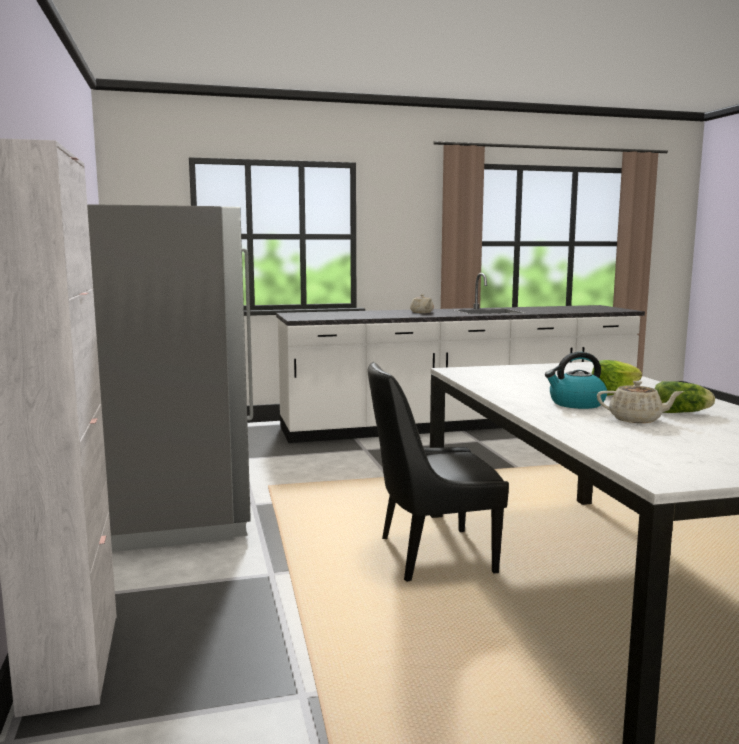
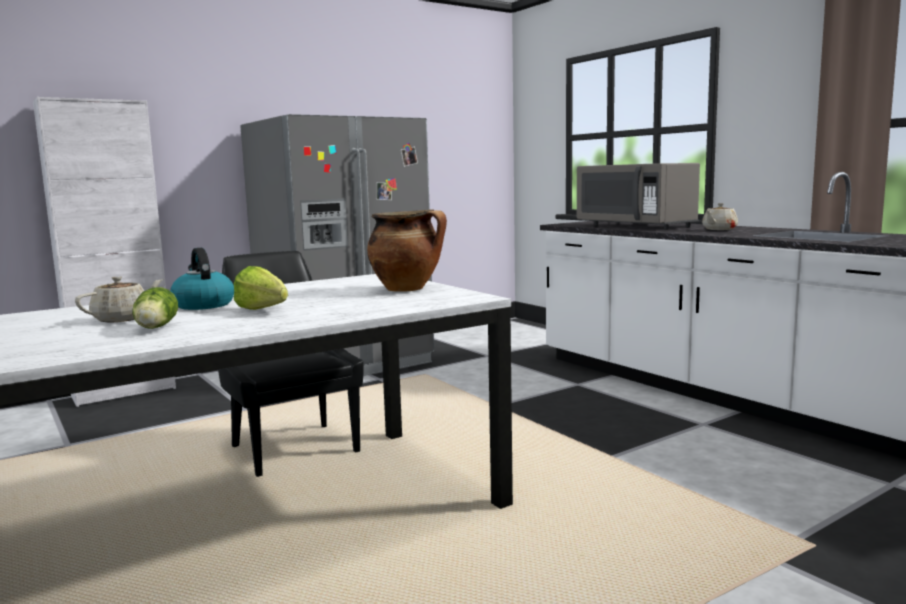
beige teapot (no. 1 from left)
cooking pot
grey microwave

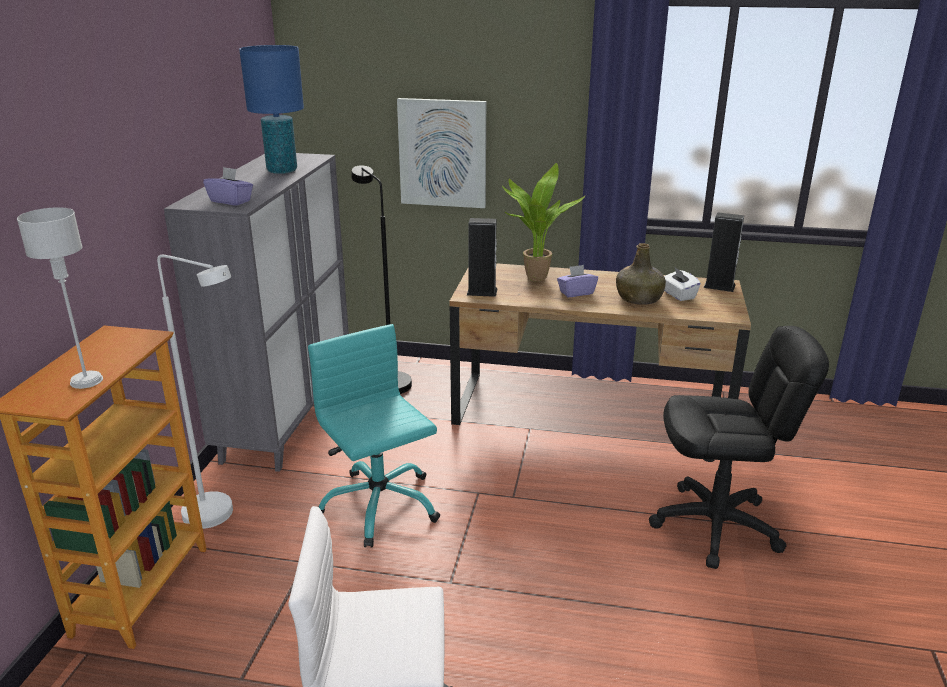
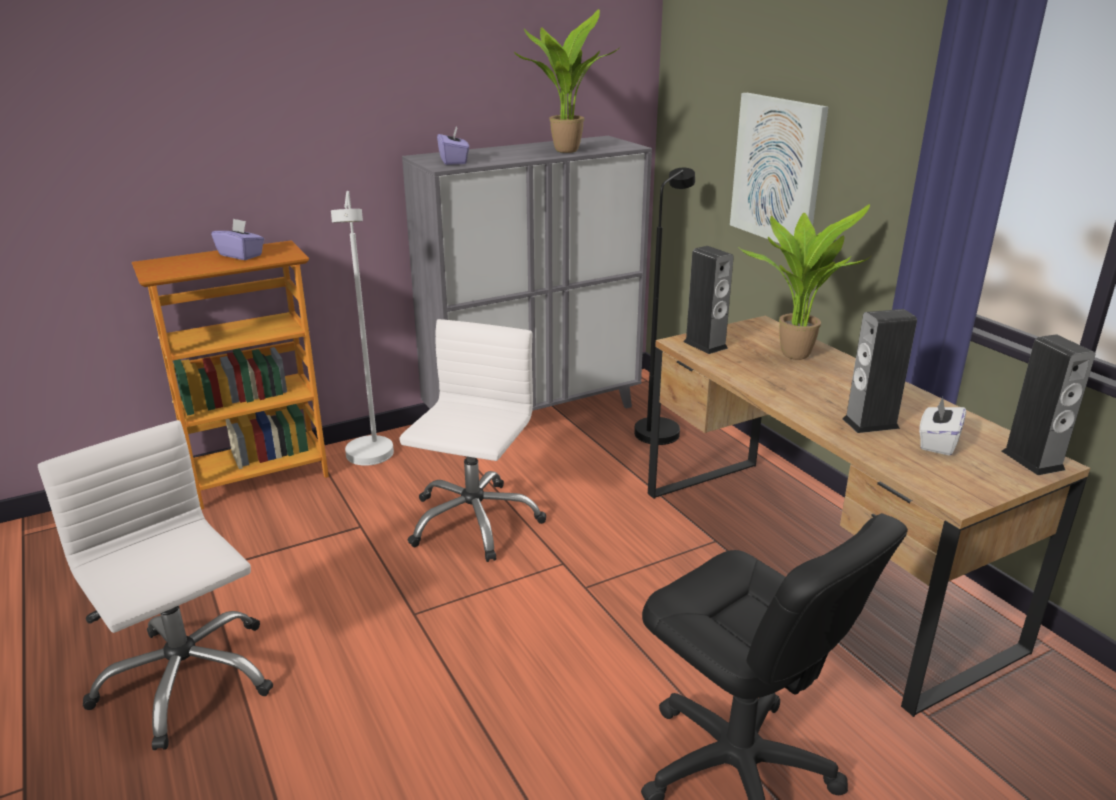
grey table lamp
potted plant (no. 1 from left)
white office chair (no. 2 from left)
purple tissue box (no. 1 from left)
speaker (no. 2 from left)

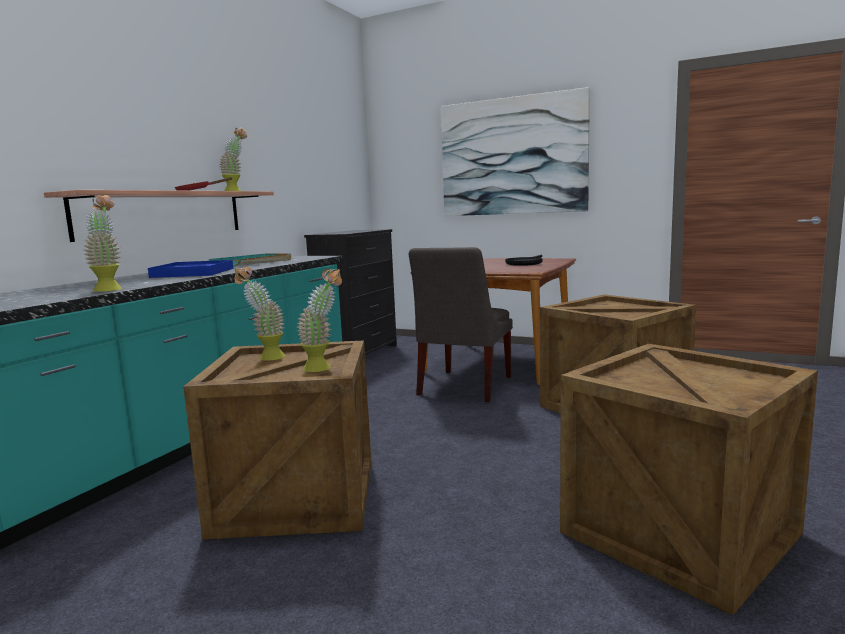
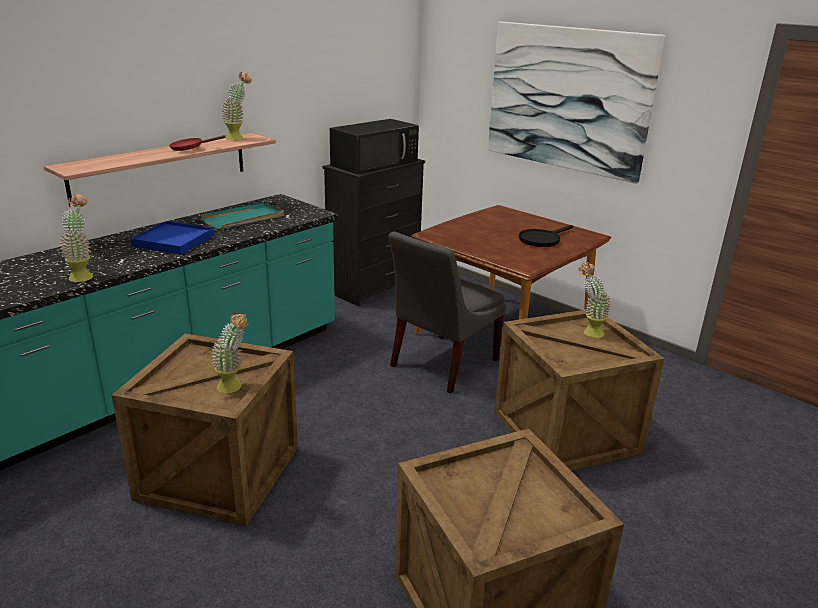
potted plant (no. 4 from left)
black microwave

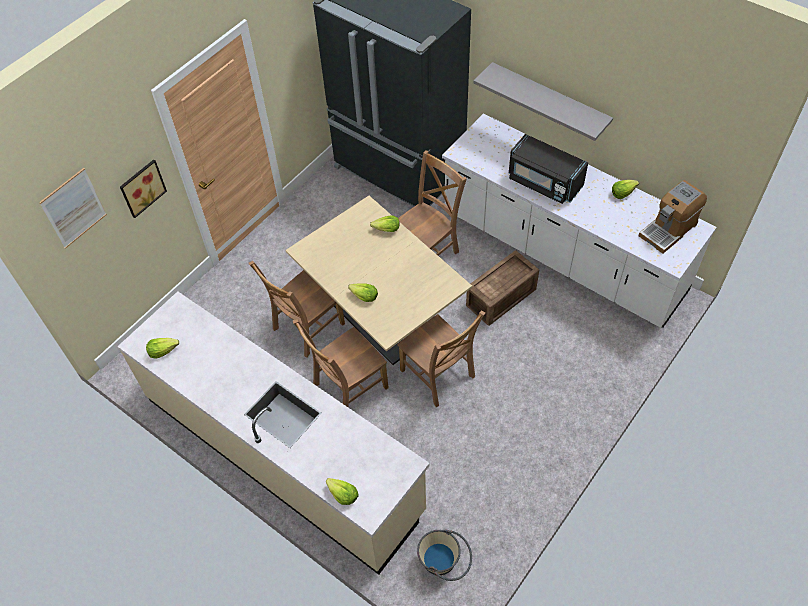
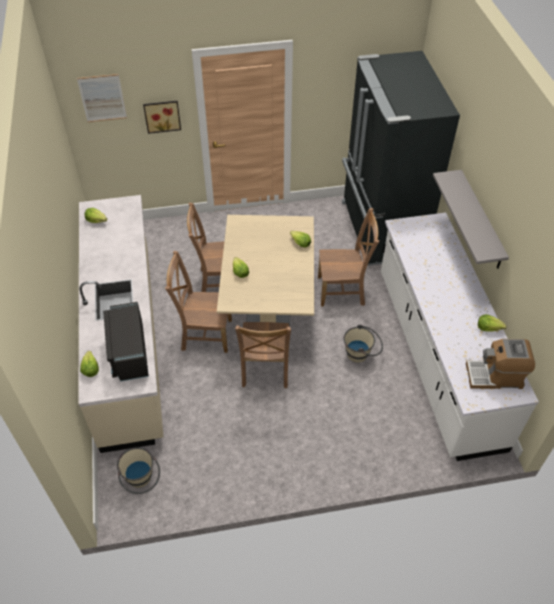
beige bucket (no. 2 from left)
black microwave

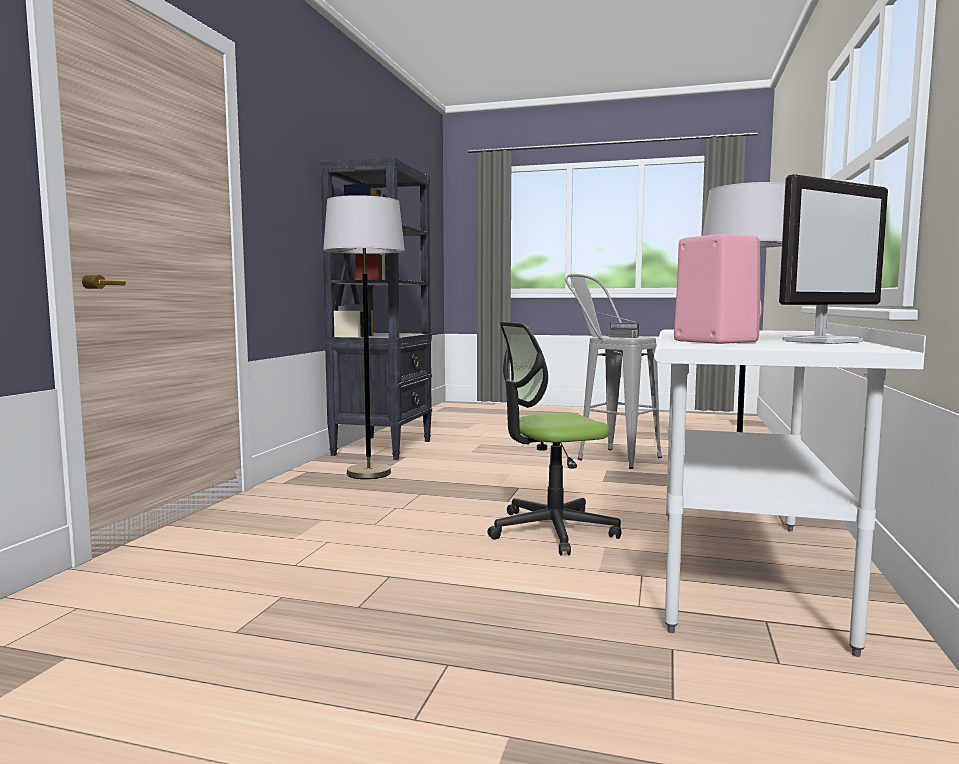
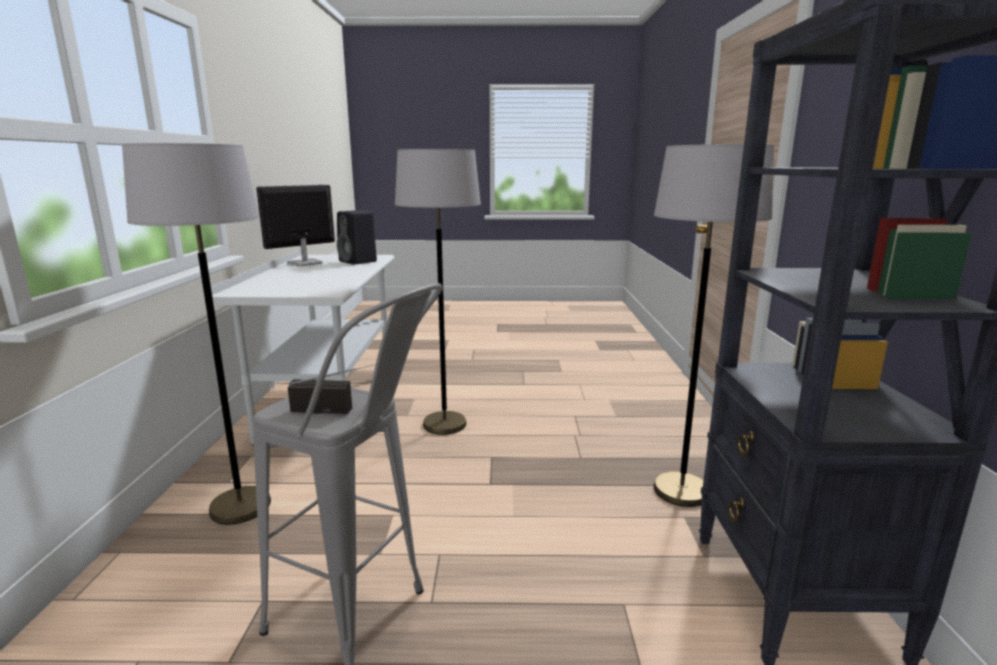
grey floor lamp (no. 2 from left)
black speaker

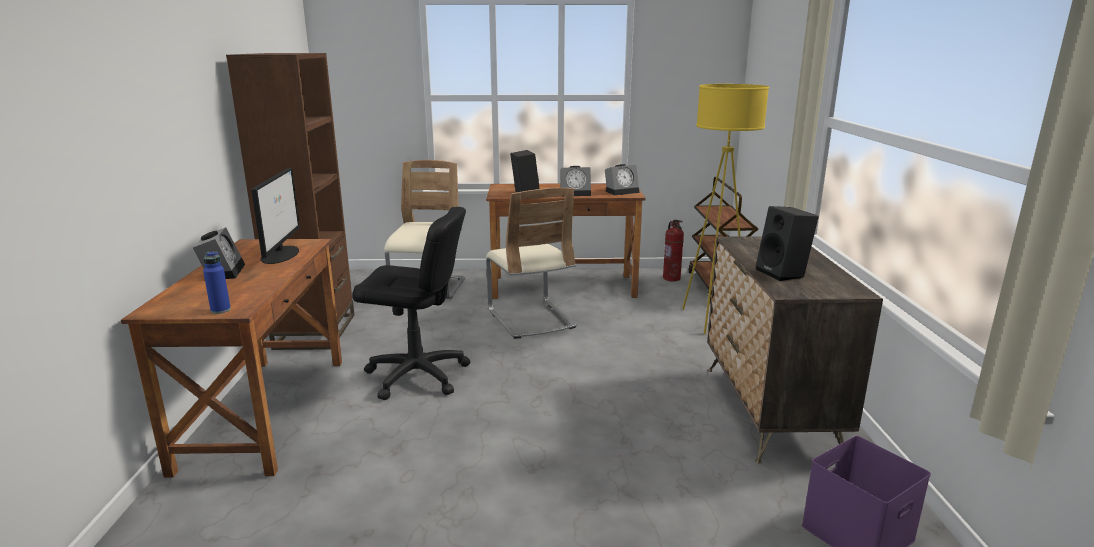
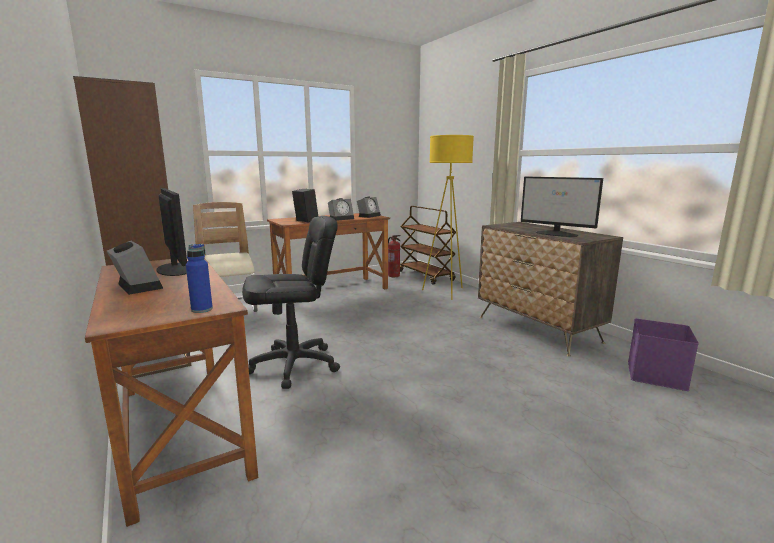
beige chair (no. 2 from left in the first image)
monitor (no. 2 from left)

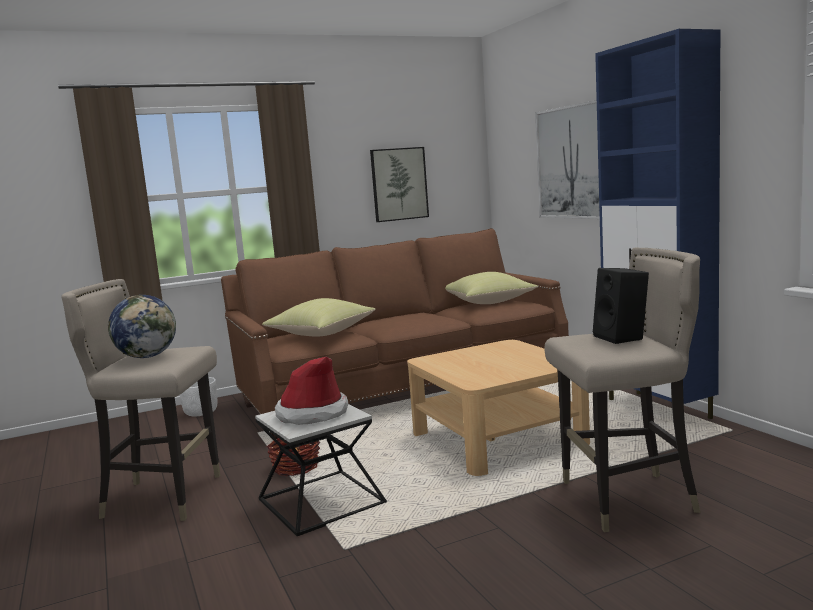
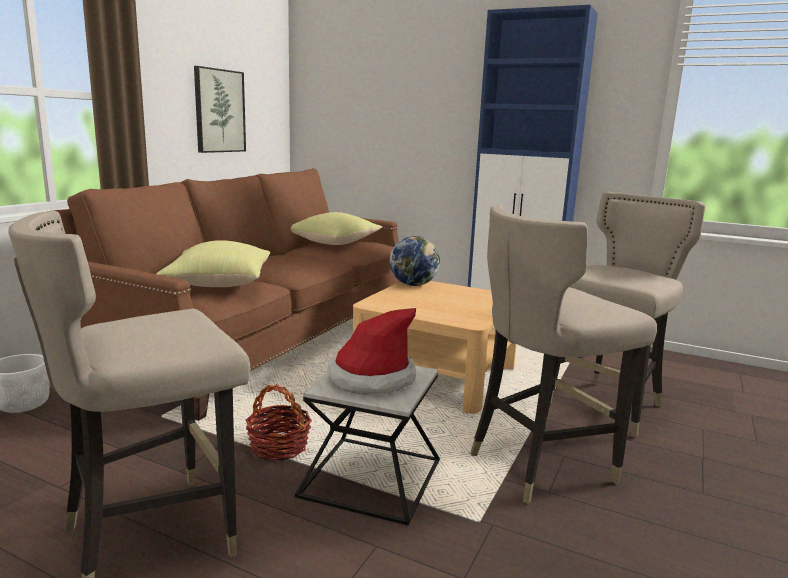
globe
picture (no. 2 from left in the first image)
black speaker
beige stool (no. 2 from left)

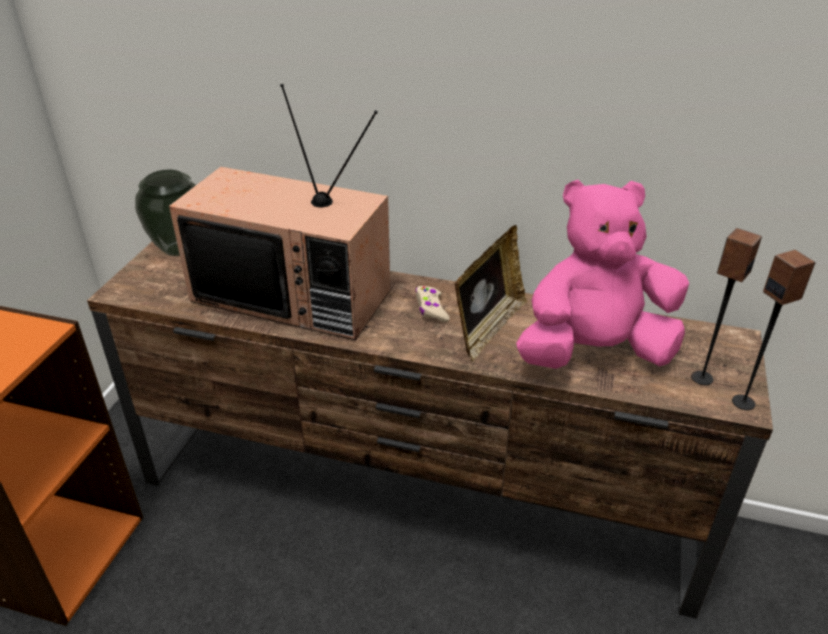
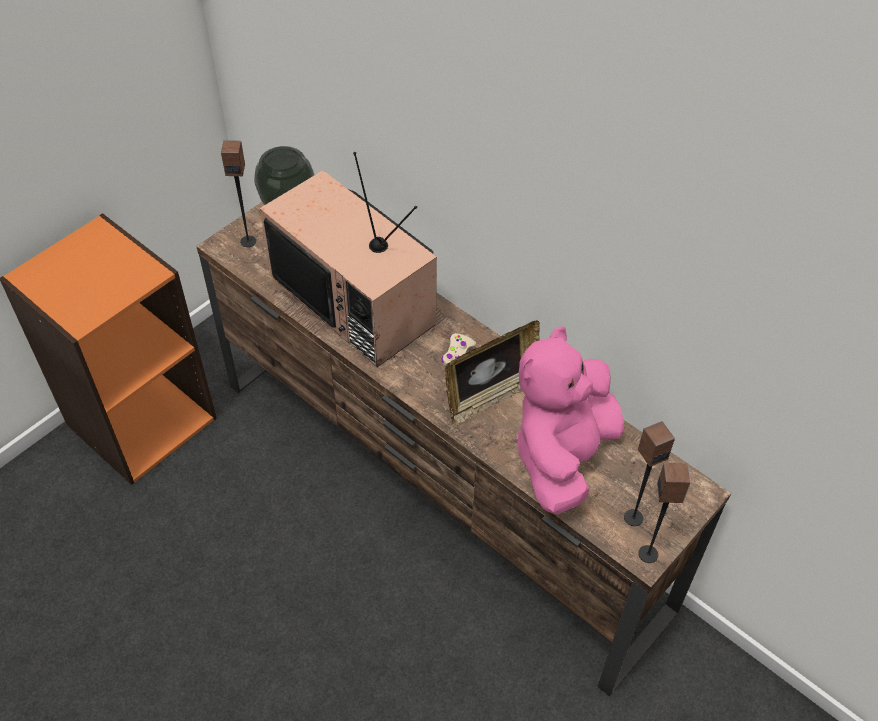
pink plush toy
speaker (no. 1 from left)

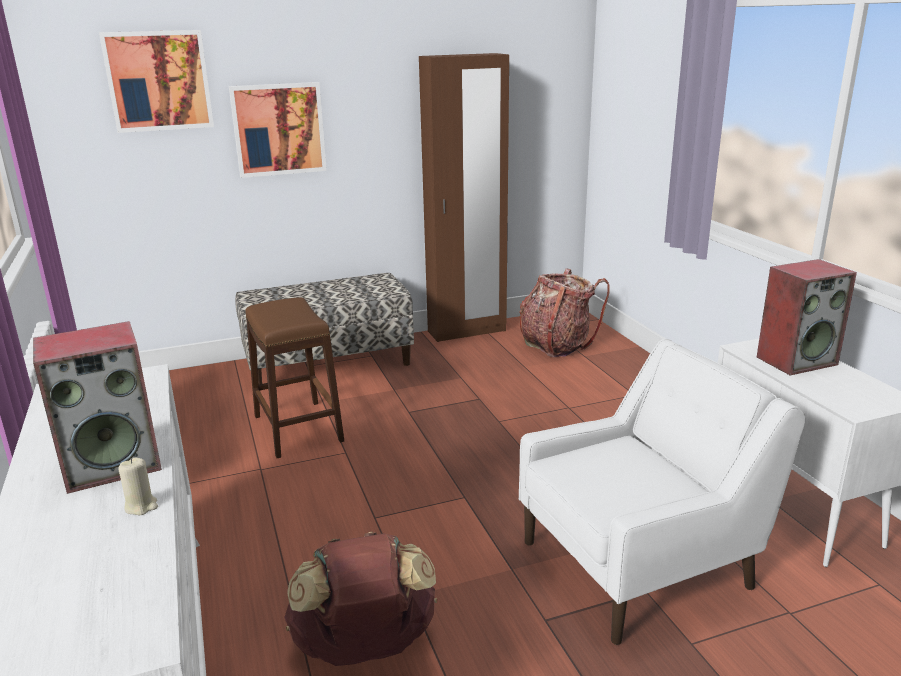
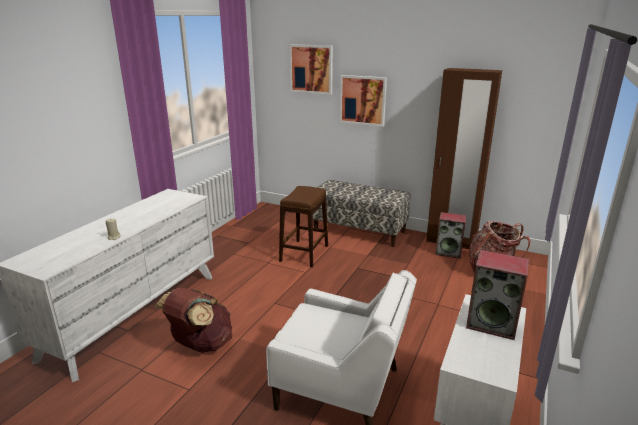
speaker (no. 1 from left)

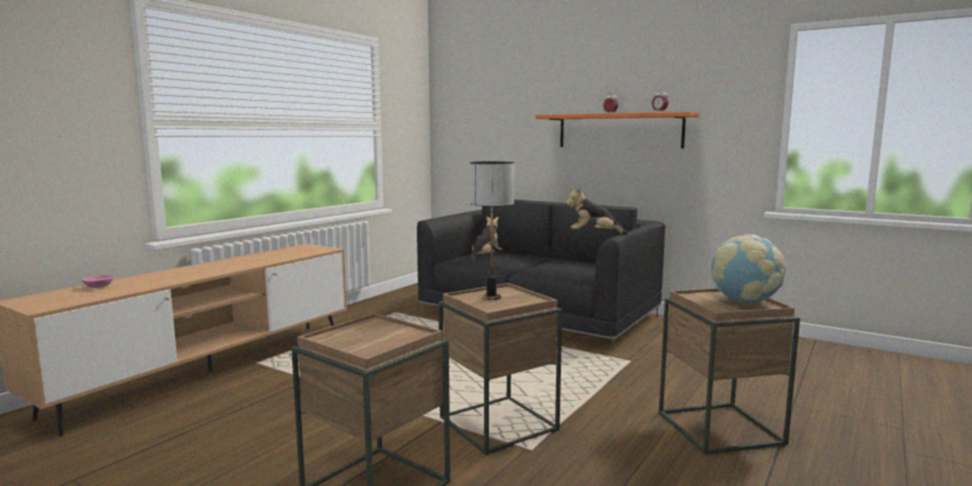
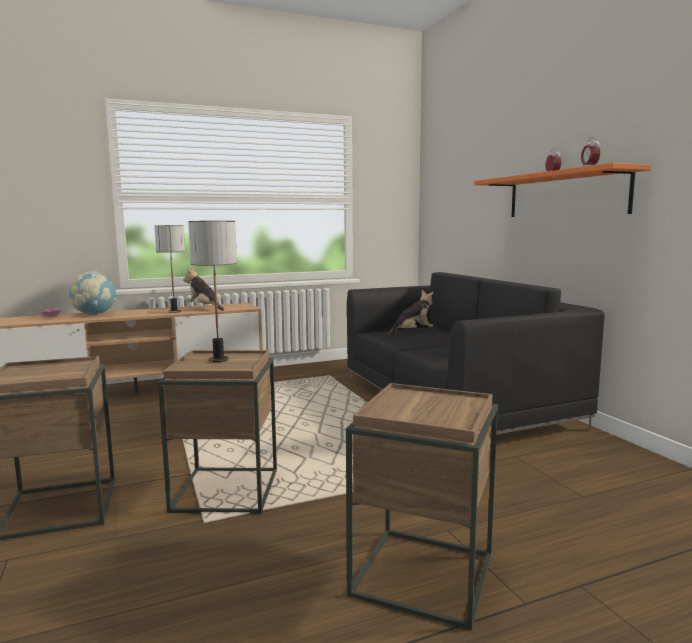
plush toy (no. 1 from left)
globe
table lamp (no. 1 from left)

